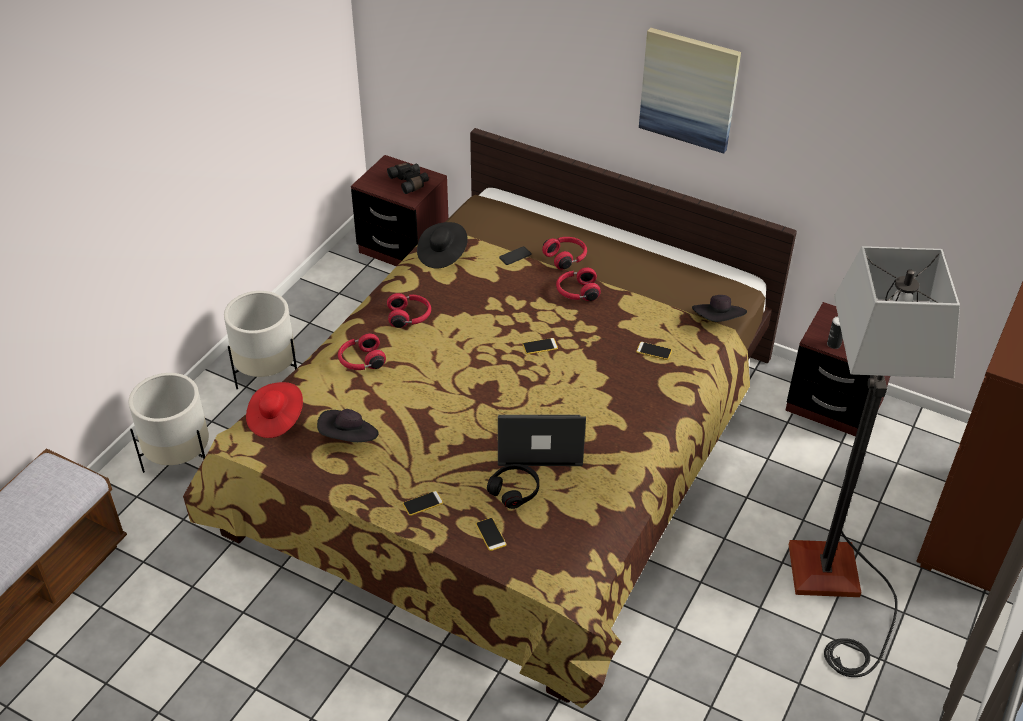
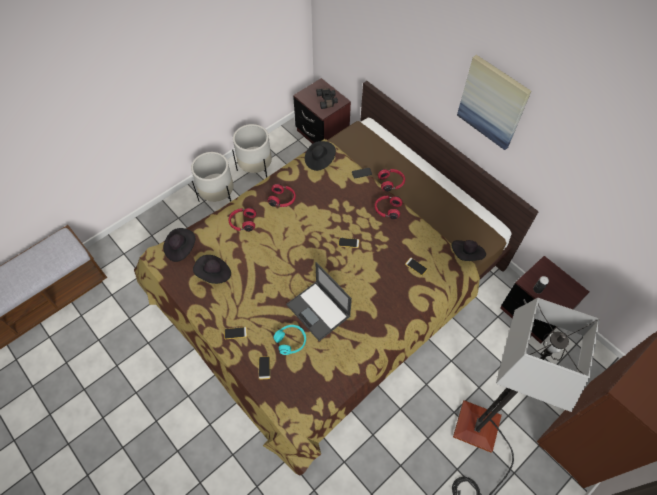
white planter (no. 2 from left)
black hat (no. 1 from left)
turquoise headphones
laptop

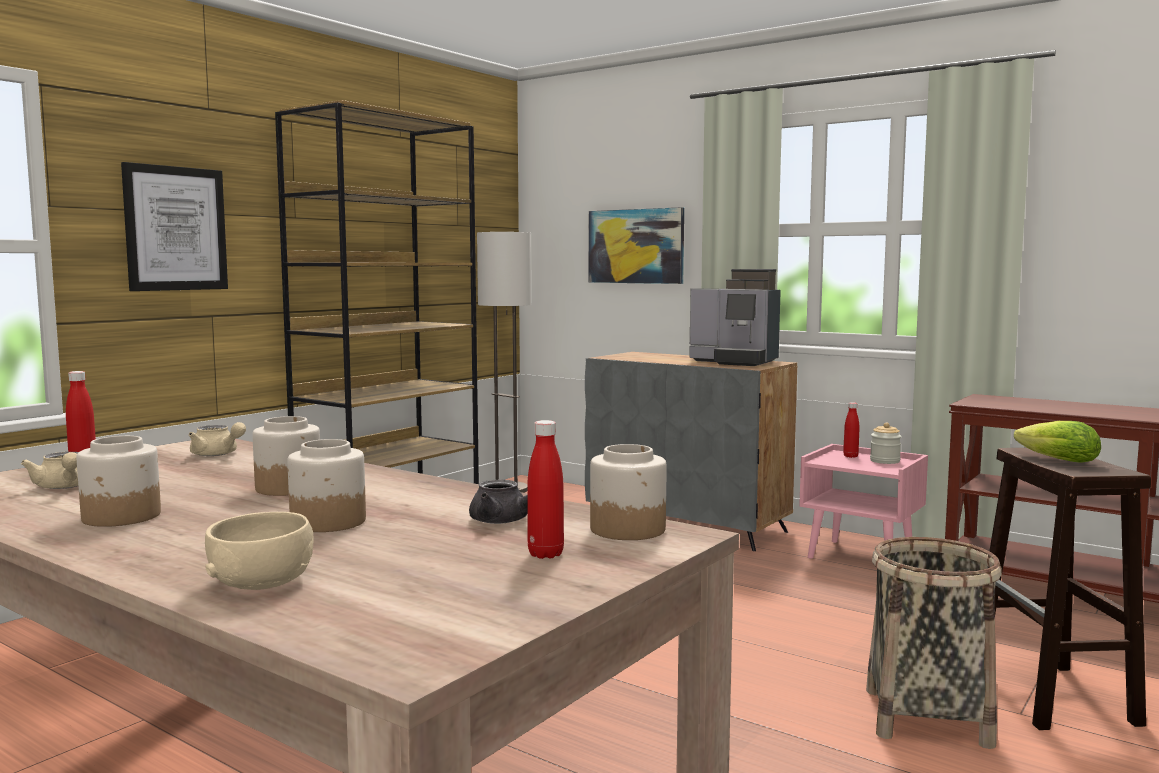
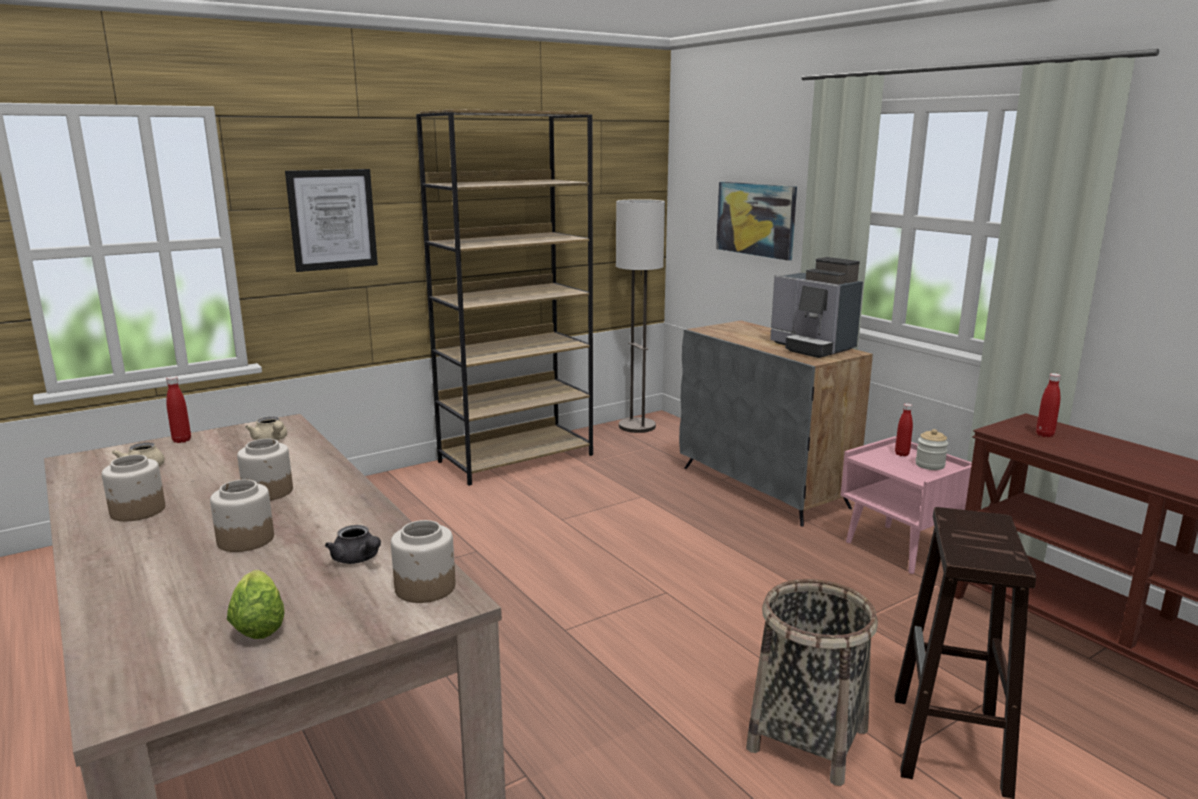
beige bowl
red bottle (no. 3 from left)
lettuce

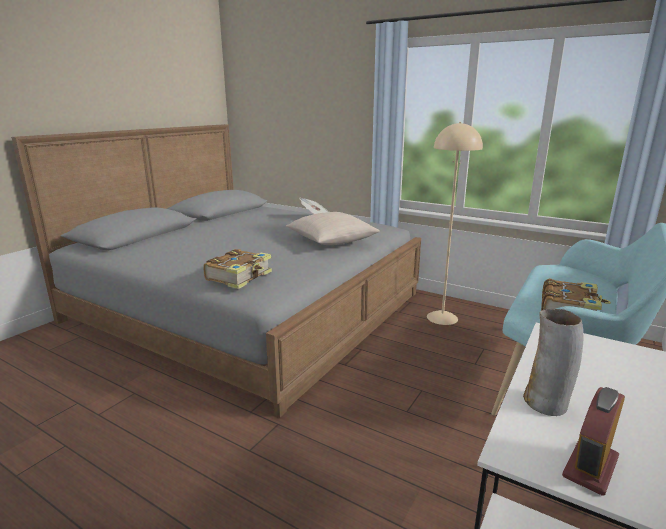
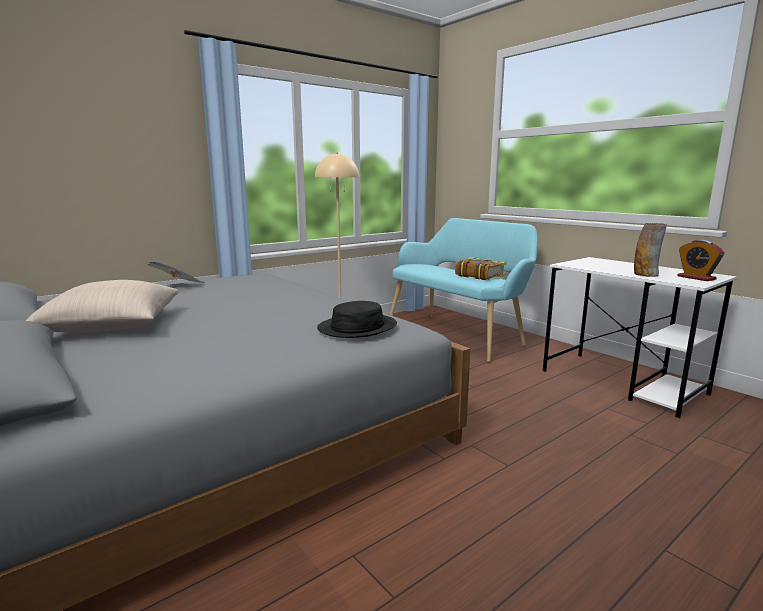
black hat
beige pillow

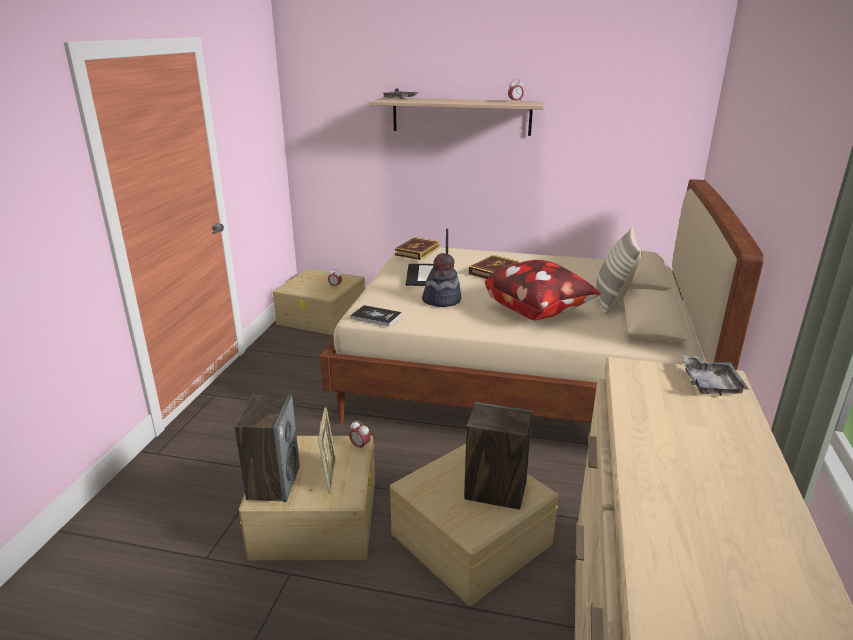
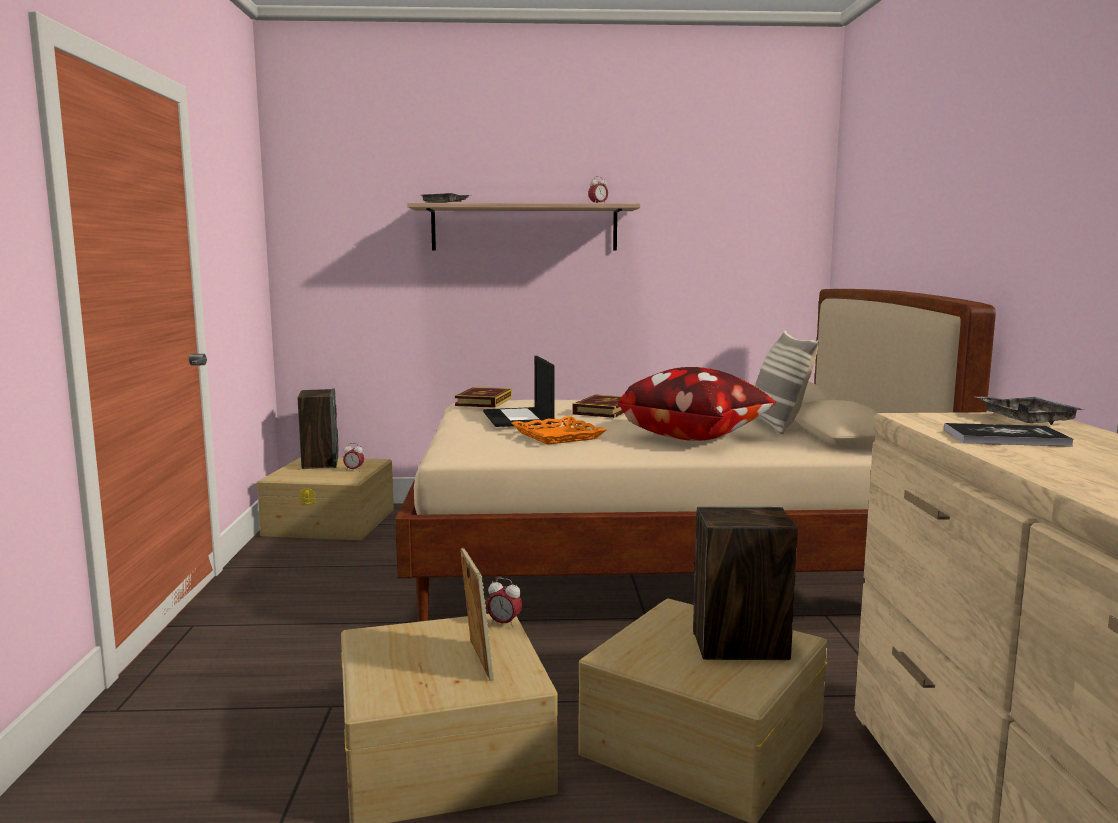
speaker (no. 1 from left)
book (no. 3 from left)
orange tray

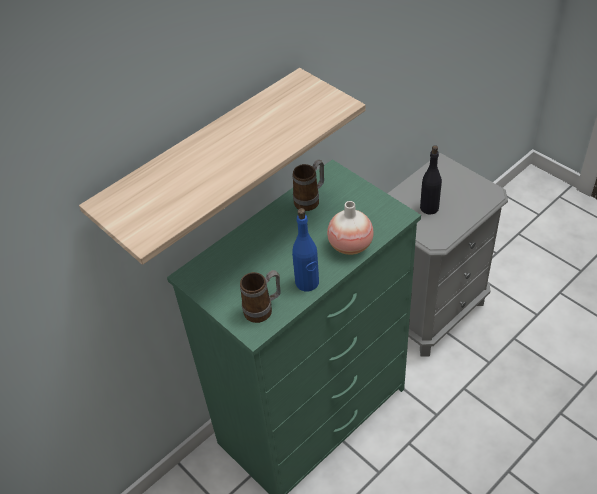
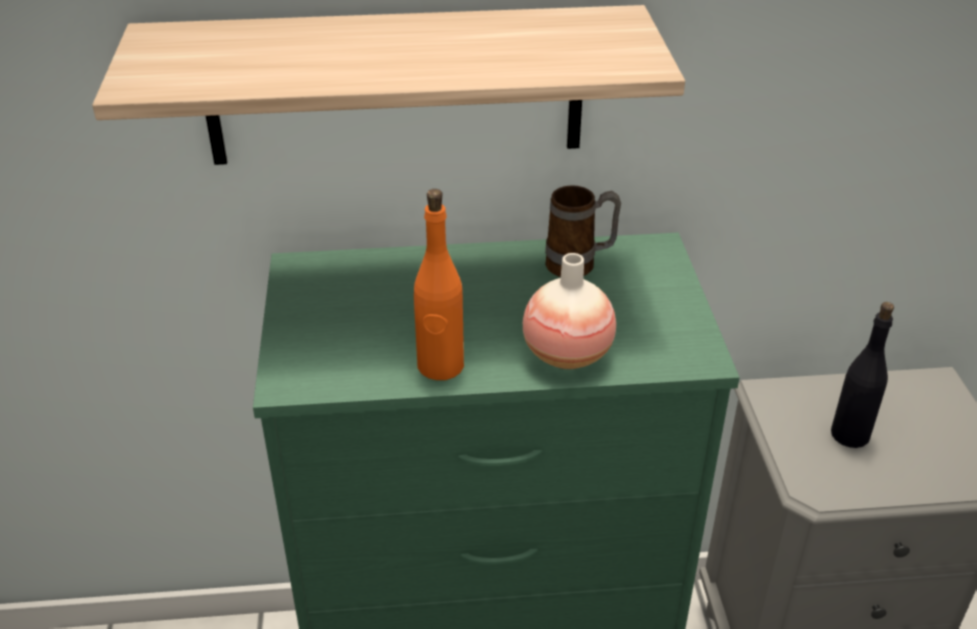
mug (no. 1 from left in the first image)
orange bottle

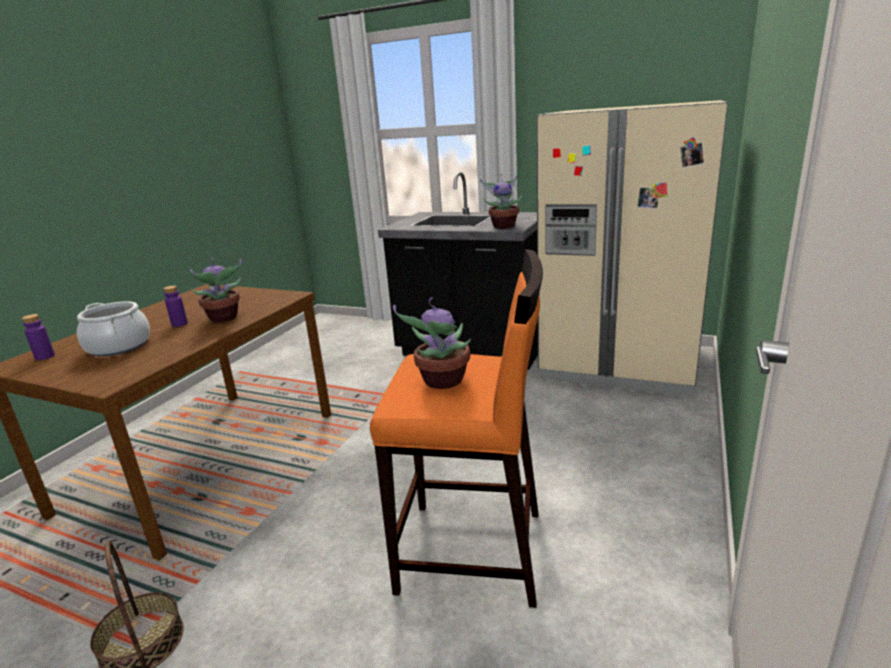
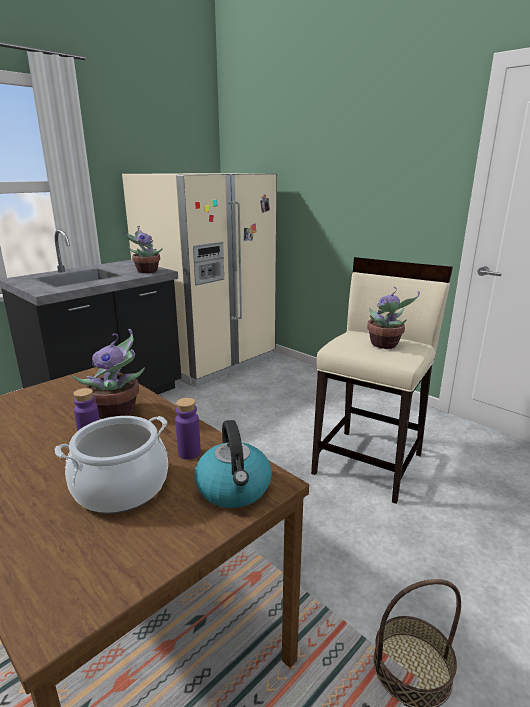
purple bottle (no. 2 from left)
beige stool
kettle

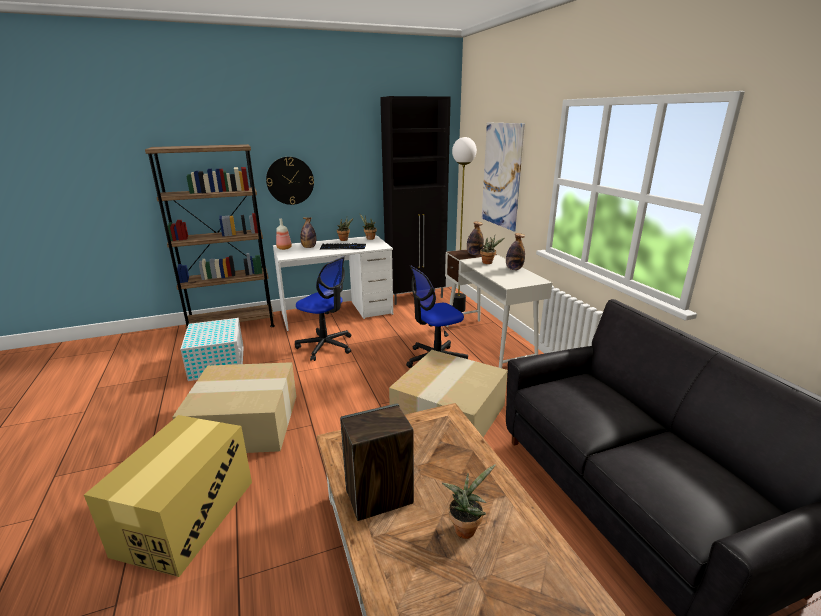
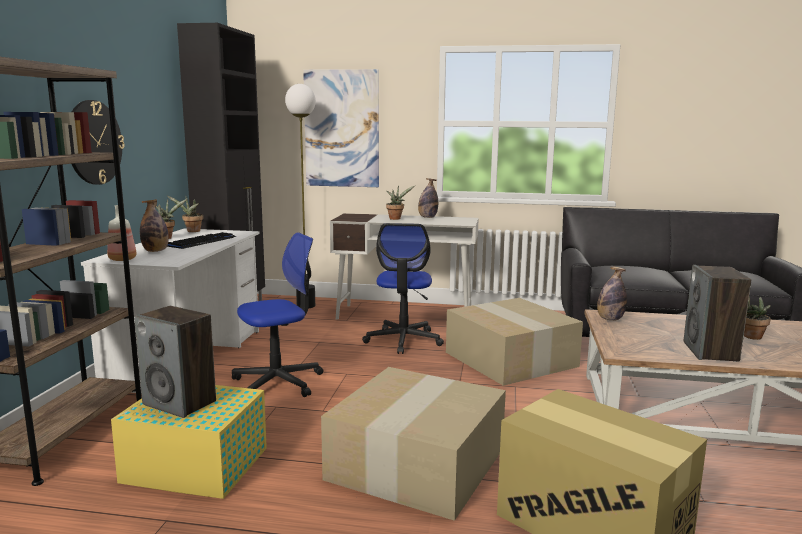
yellow storage box
bottle (no. 4 from left)
speaker (no. 1 from left)

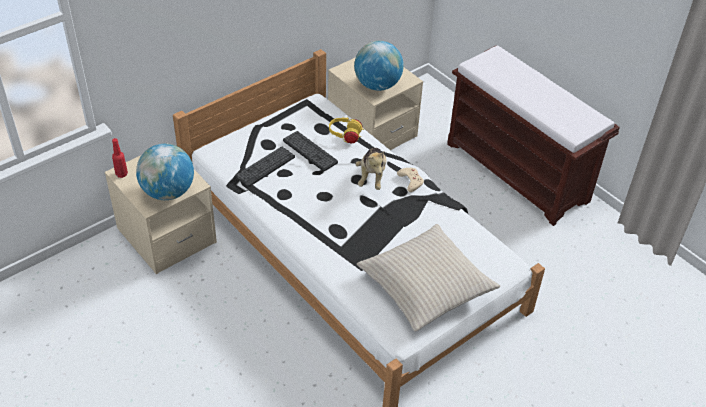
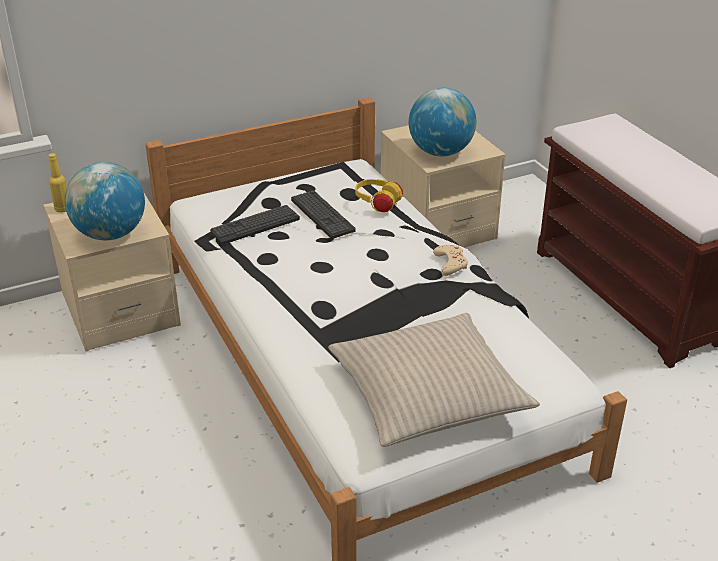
yellow bottle
plush toy

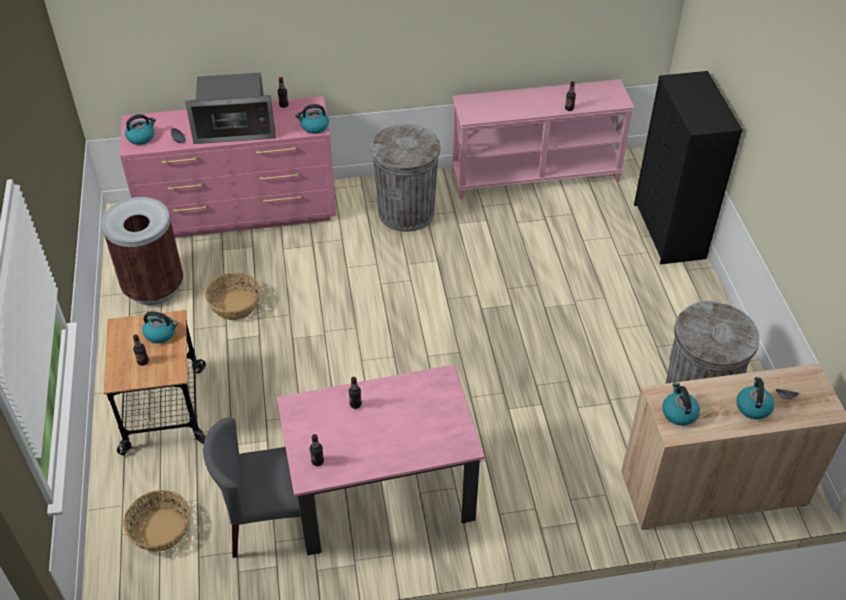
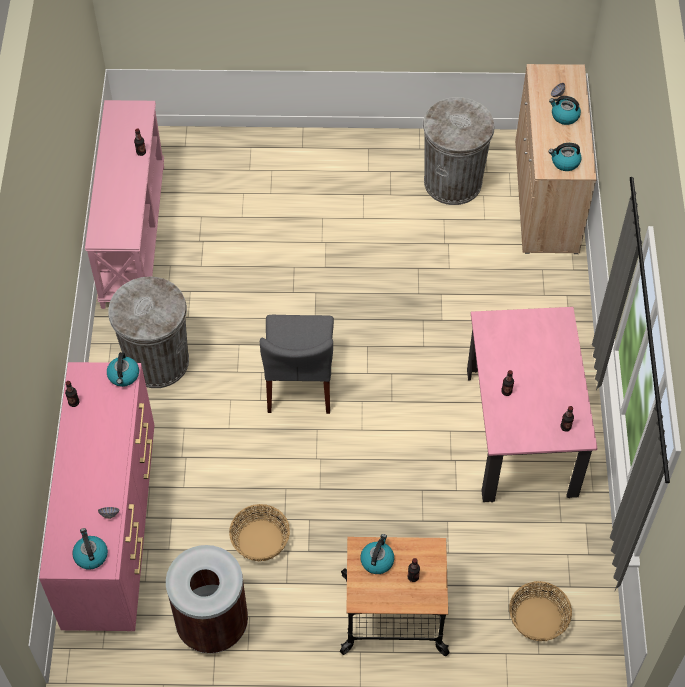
microwave
grey chair
black dresser

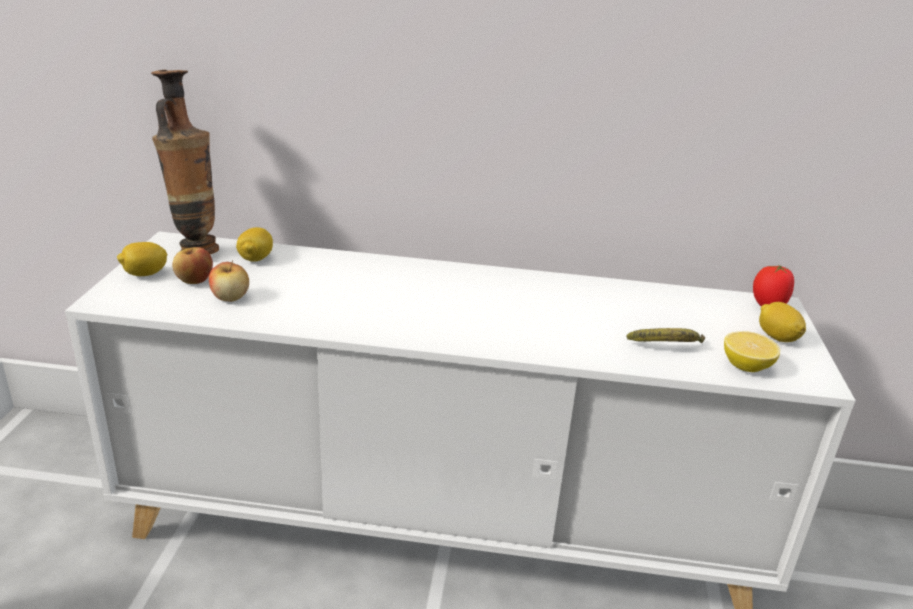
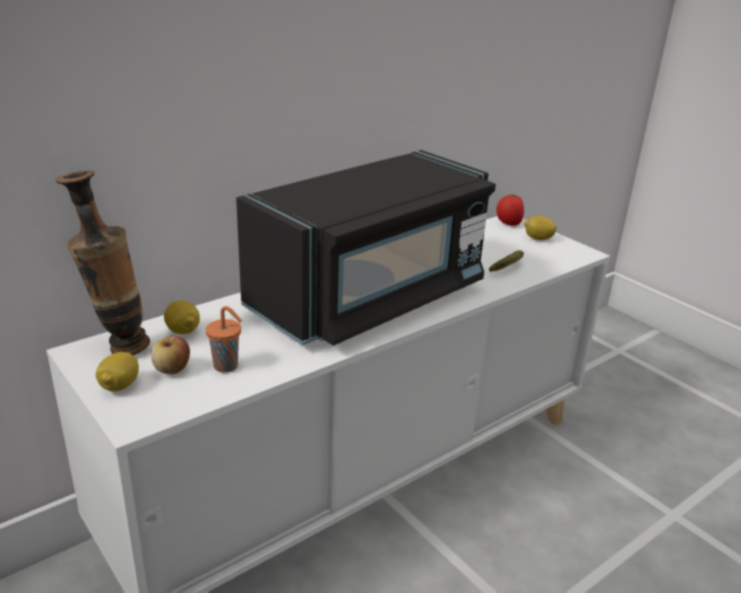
orange cup
lemon (no. 3 from left in the first image)
black microwave

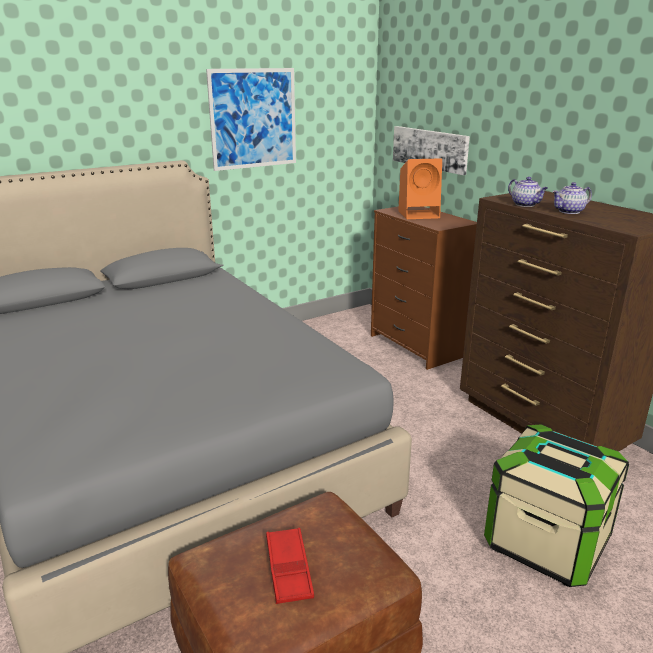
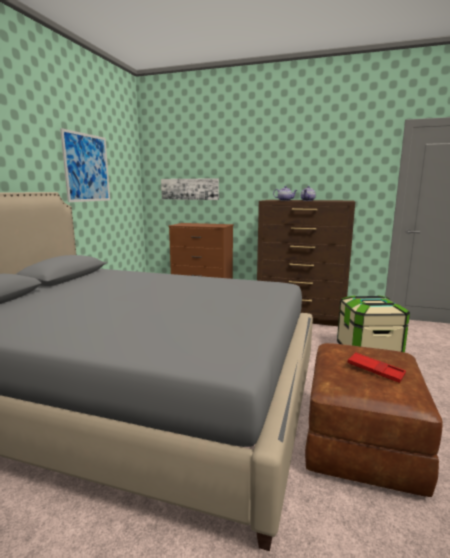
orange speaker

